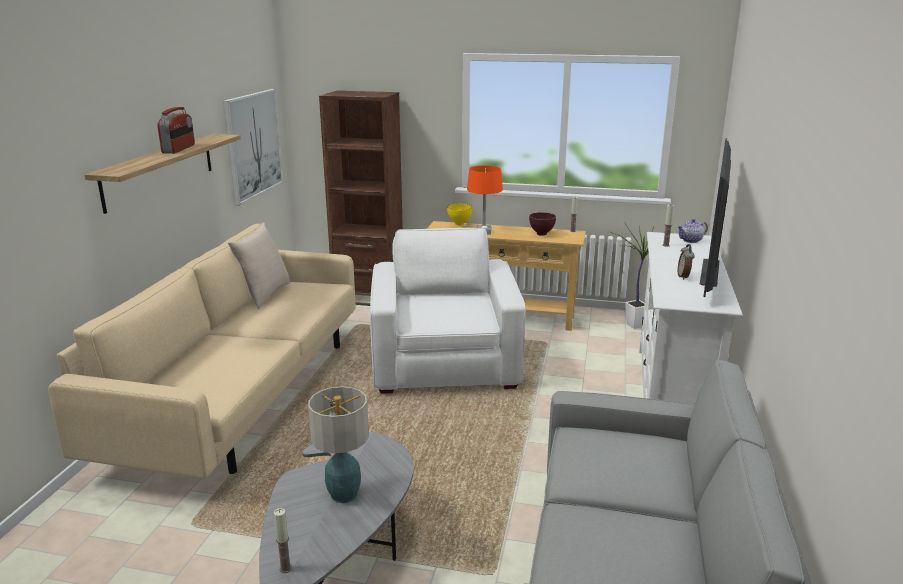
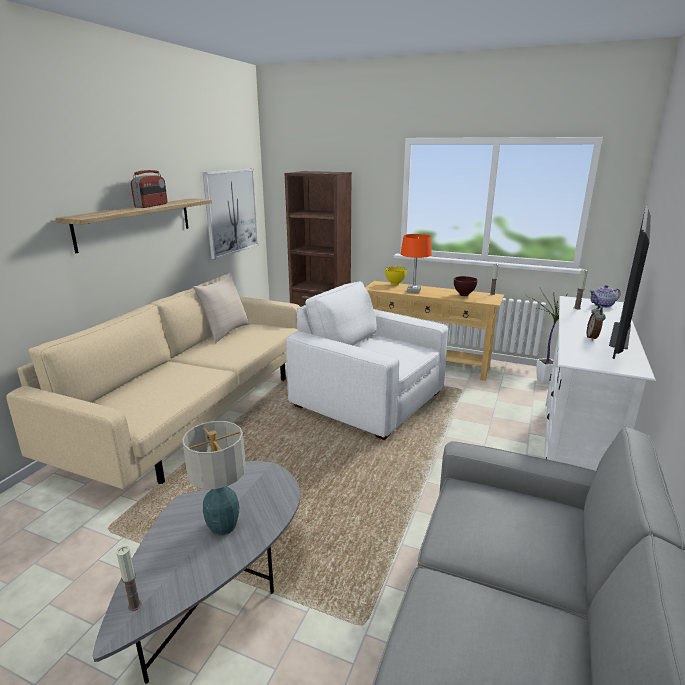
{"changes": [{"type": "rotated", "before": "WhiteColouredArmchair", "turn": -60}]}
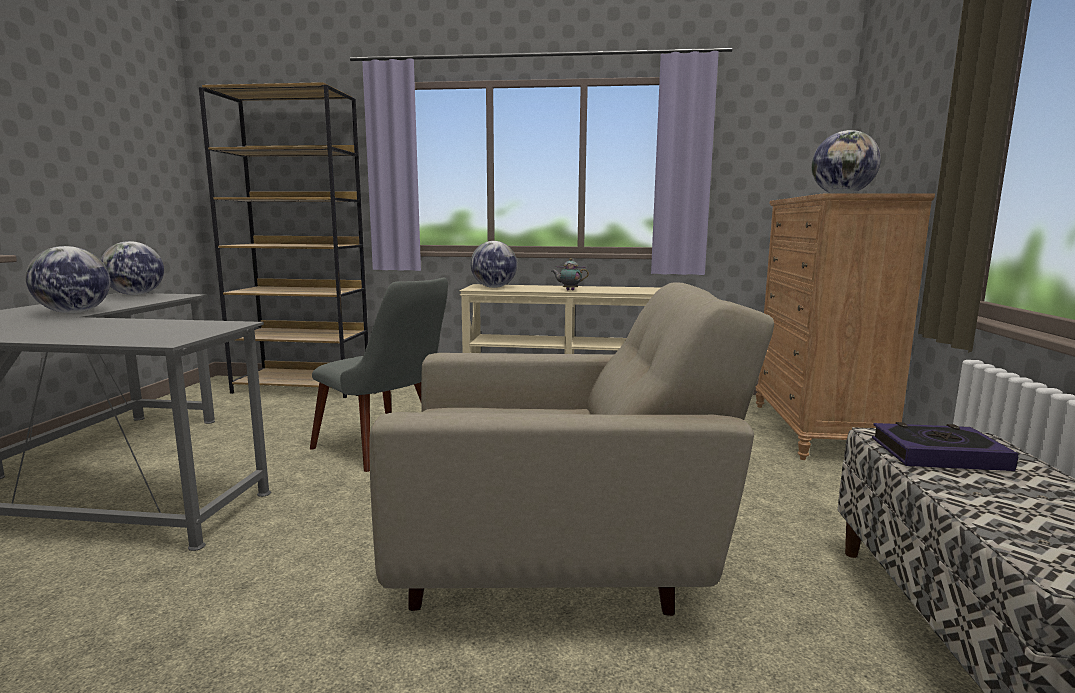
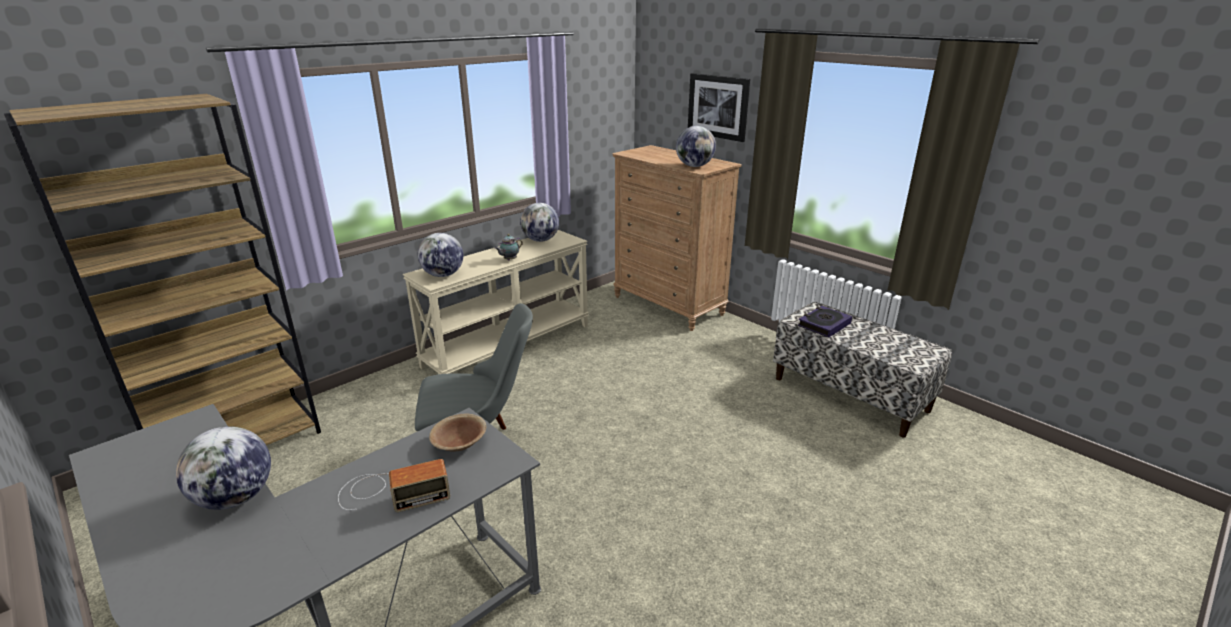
{"changes": [{"type": "new", "after": "RadioReceiver"}, {"type": "new", "after": "BrownServingBowl"}, {"type": "shifted", "before": "WorldGlobe (no. 2 from left in the first image)", "after": "WorldGlobe (no. 3 from left)"}, {"type": "new", "after": "WallPicture"}, {"type": "gone", "before": "BeigeColouredArmchair"}]}
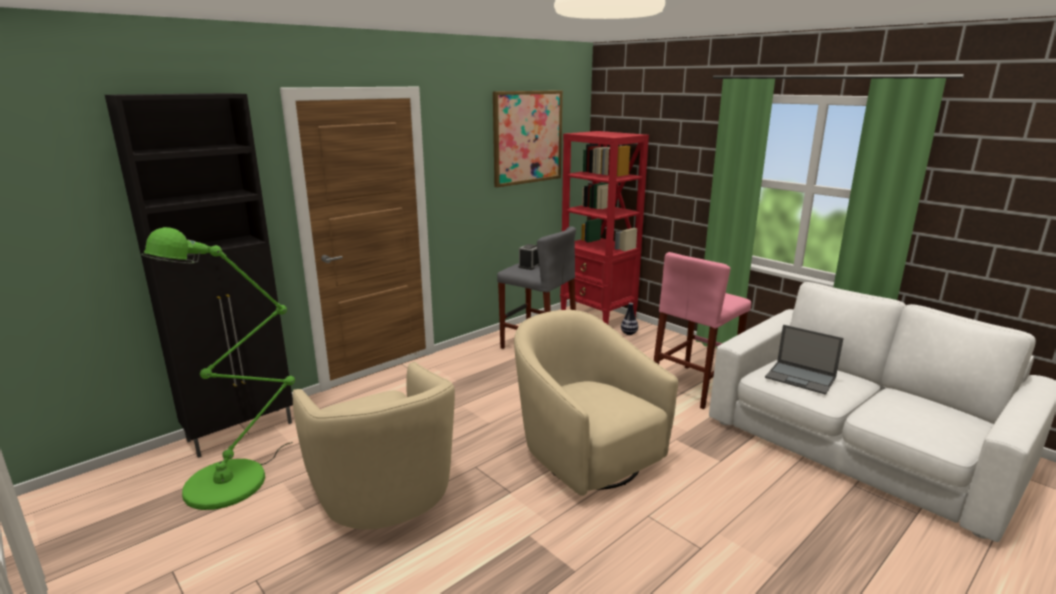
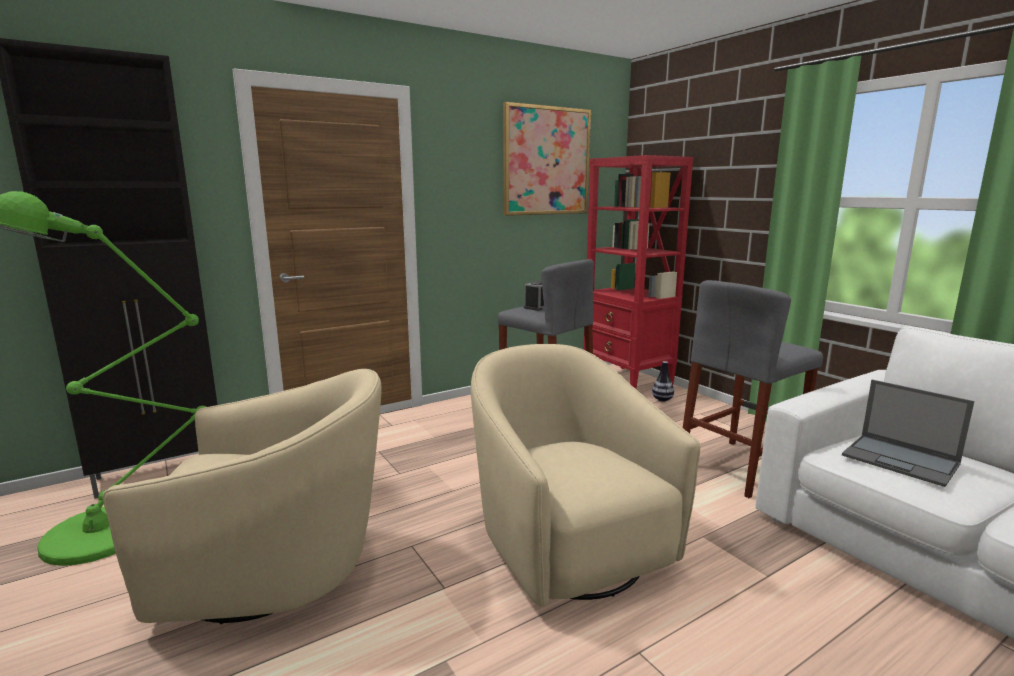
{"changes": [{"type": "rotated", "before": "BeigeColouredArmchair (no. 1 from left)", "turn": -75}, {"type": "repainted", "before": "PinkStool", "after": "GrayStool (no. 2 from left)"}]}
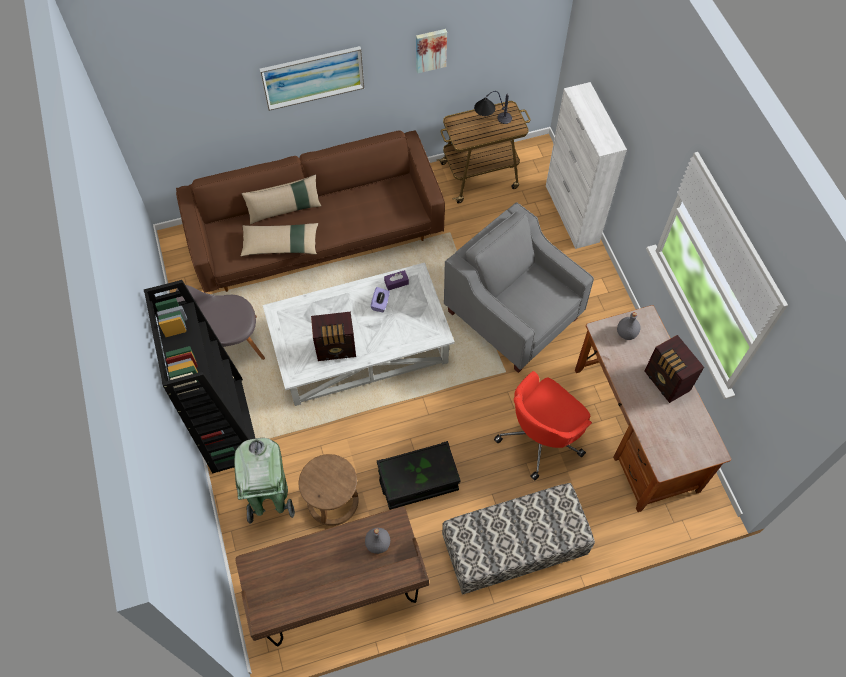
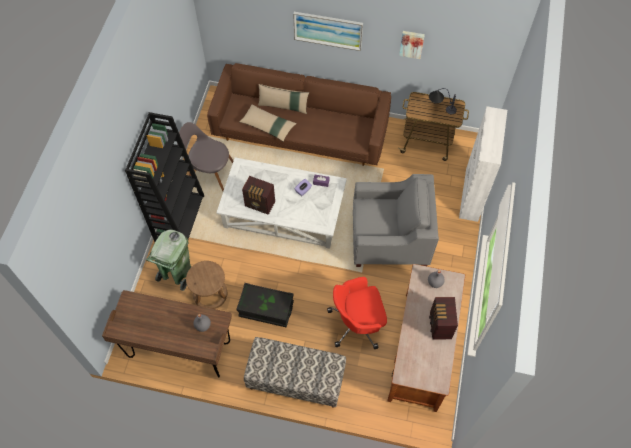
{"changes": [{"type": "rotated", "before": "GrayArmchair", "turn": 105}]}
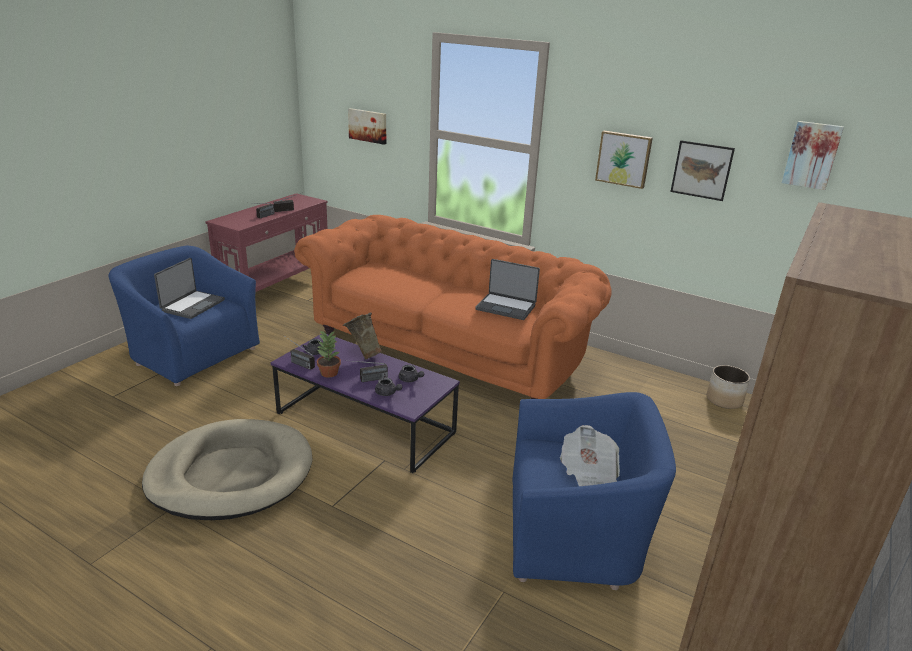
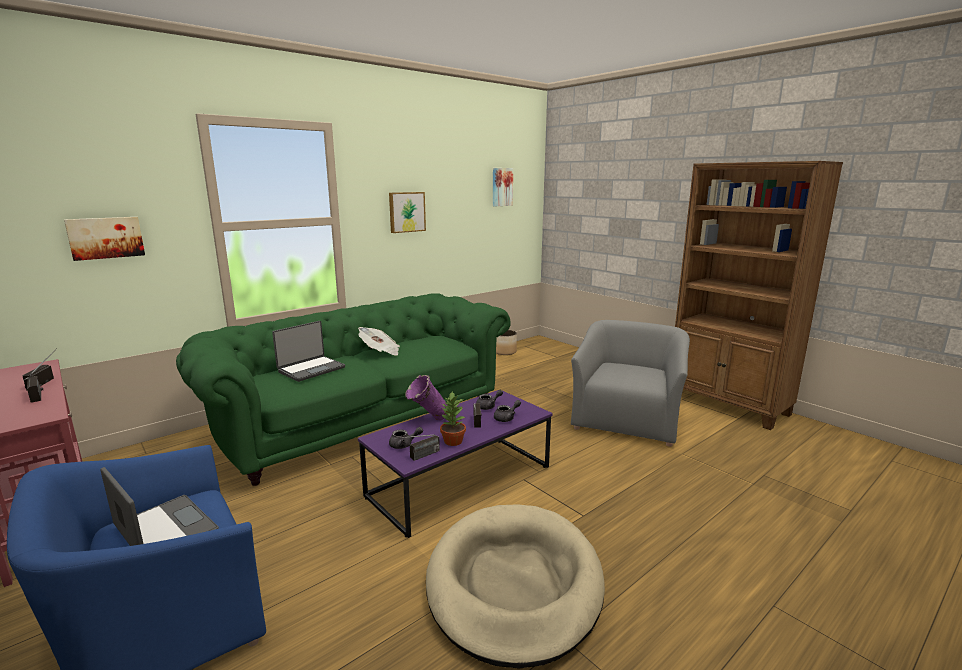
{"changes": [{"type": "repainted", "before": "OrangeCouch", "after": "GreenCouch"}, {"type": "shifted", "before": "PortableComputer (no. 2 from left)"}, {"type": "shifted", "before": "PrintedPaper"}, {"type": "repainted", "before": "BeigeColouredDecorativeVase", "after": "PurpleDecorativeVase"}, {"type": "repainted", "before": "BluishArmchair (no. 2 from left)", "after": "GrayArmchair"}, {"type": "gone", "before": "WallPicture (no. 3 from left)"}]}
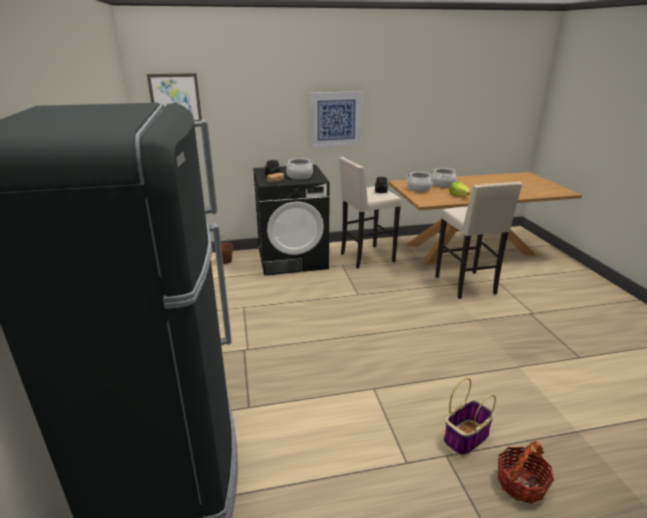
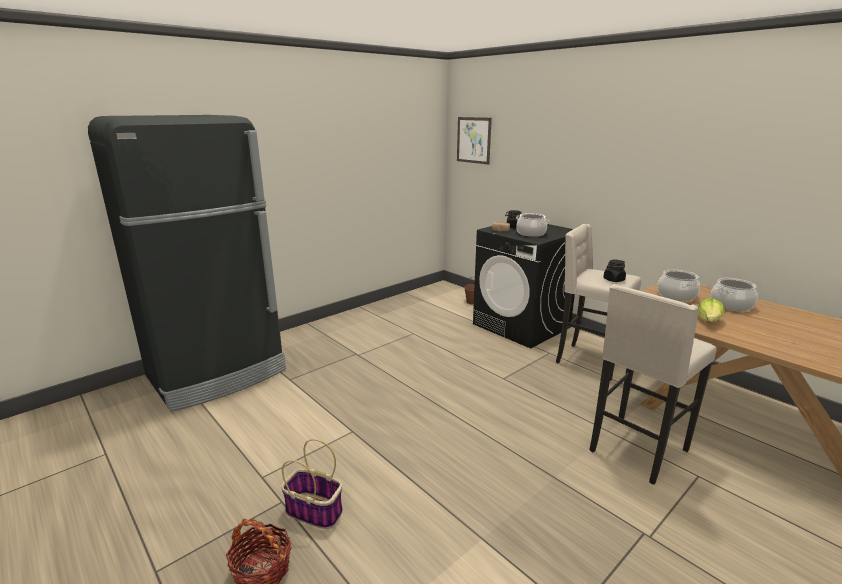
{"changes": [{"type": "gone", "before": "WallPicture (no. 2 from left)"}]}
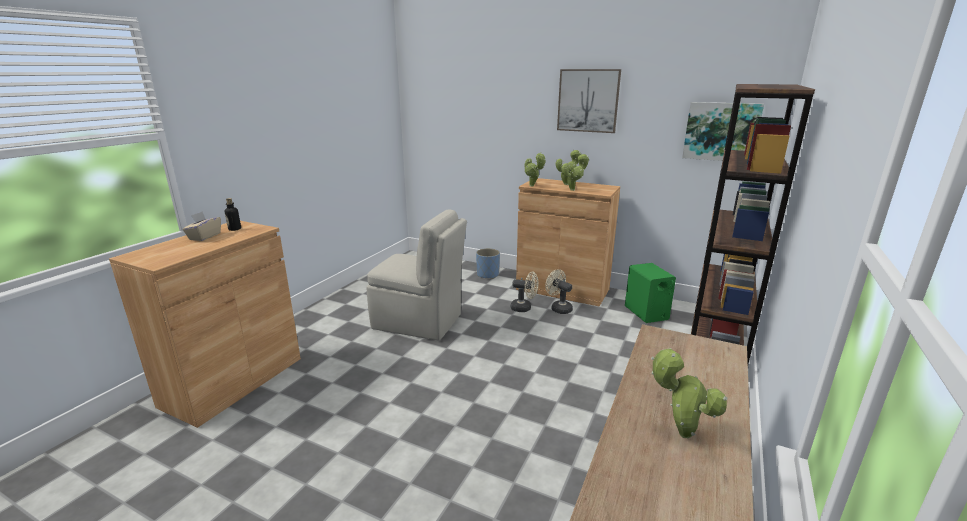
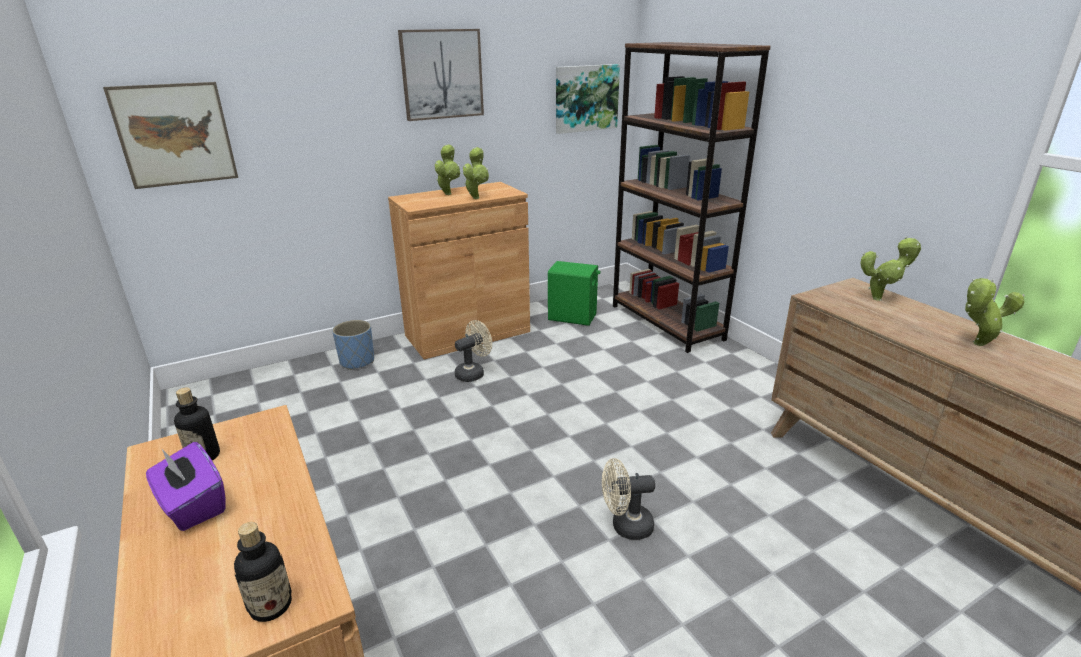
{"changes": [{"type": "new", "after": "WallPicture (no. 1 from left)"}, {"type": "repainted", "before": "BeigeColouredTissueBox", "after": "PurpleTissueBox"}, {"type": "new", "after": "BeverageBottle (no. 2 from left)"}, {"type": "shifted", "before": "BeigeColouredElectricFan (no. 2 from left)"}, {"type": "shifted", "before": "PottedPlant (no. 1 from left in the first image)", "after": "PottedPlant (no. 3 from left)"}, {"type": "gone", "before": "BeigeColouredPlainChair"}]}
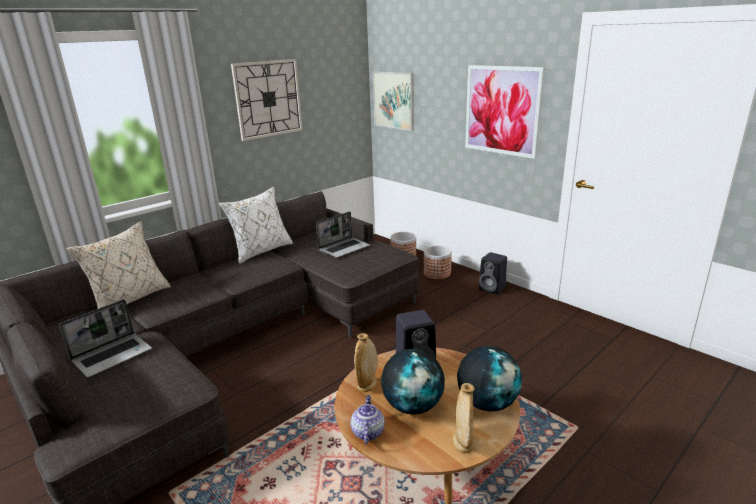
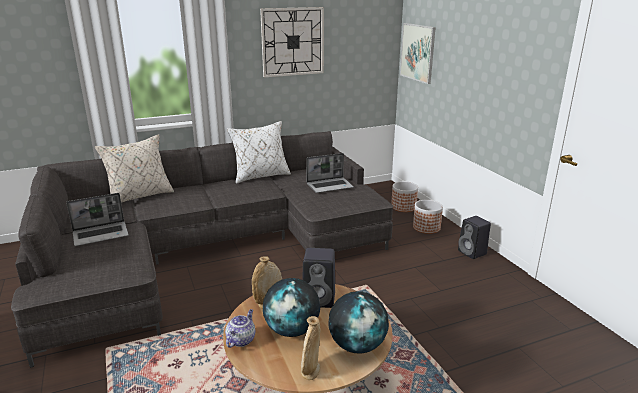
{"changes": [{"type": "gone", "before": "WallPicture (no. 2 from left)"}]}
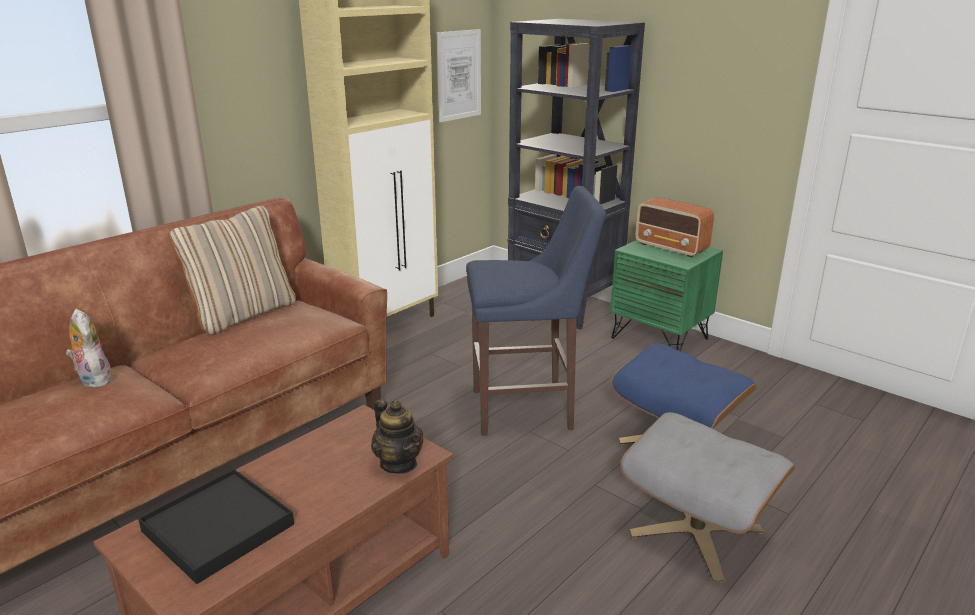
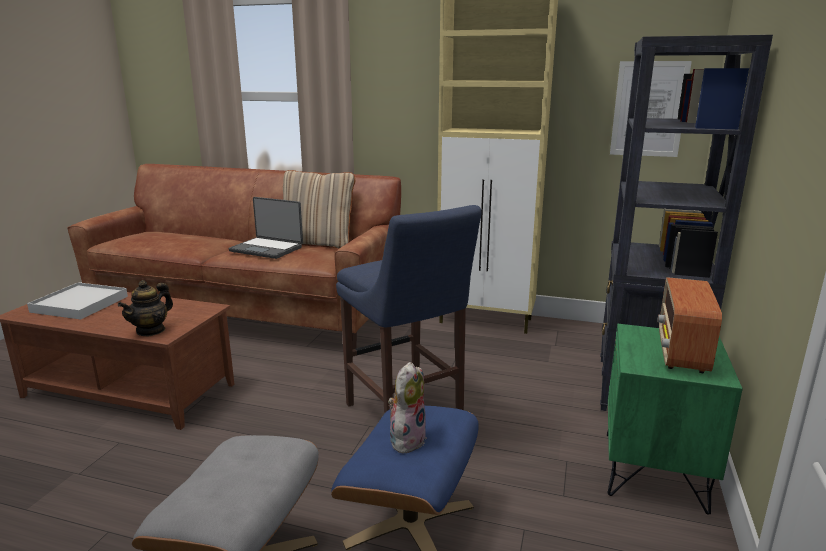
{"changes": [{"type": "repainted", "before": "BlackColouredCarryingTray", "after": "WhiteColouredCarryingTray"}, {"type": "new", "after": "PortableComputer"}, {"type": "shifted", "before": "SoftToy"}]}
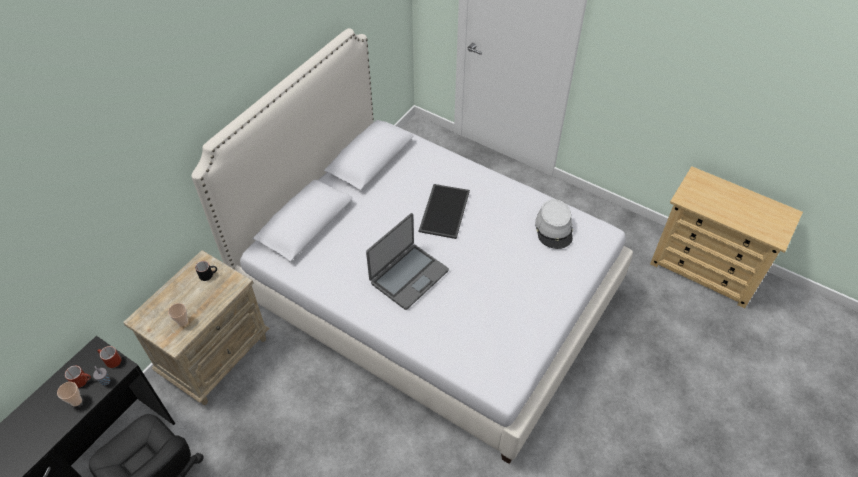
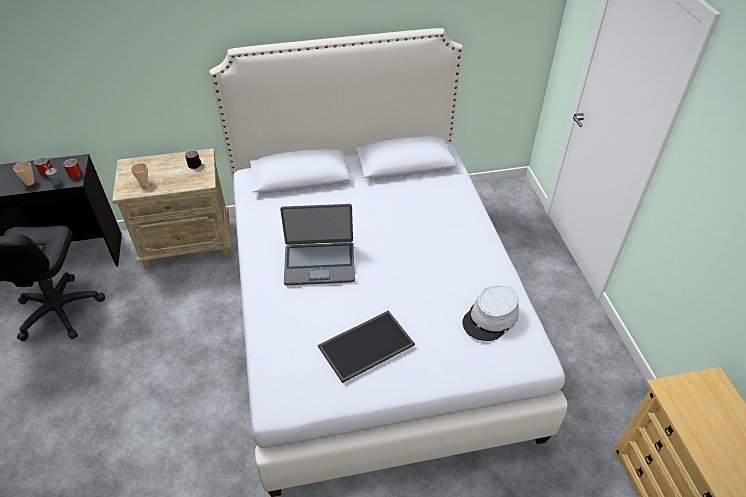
{"changes": [{"type": "shifted", "before": "CarryingTray"}]}
